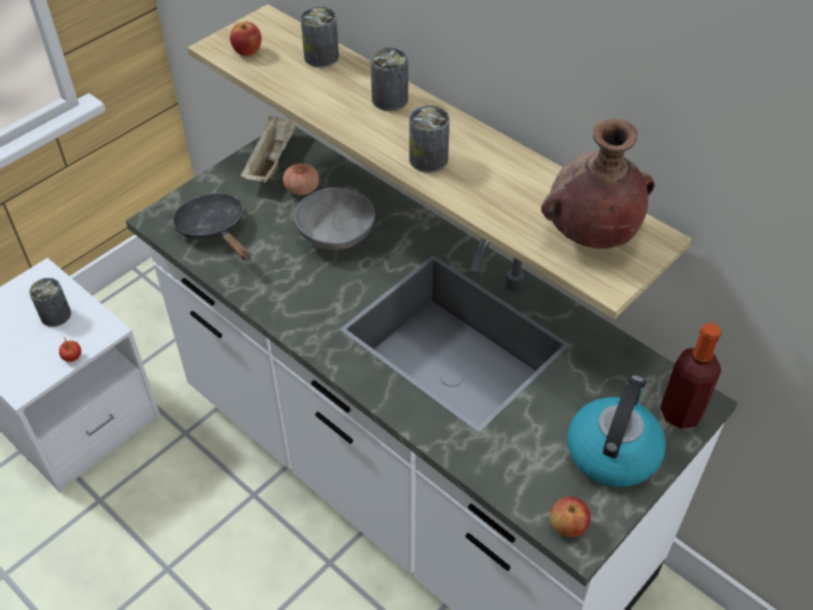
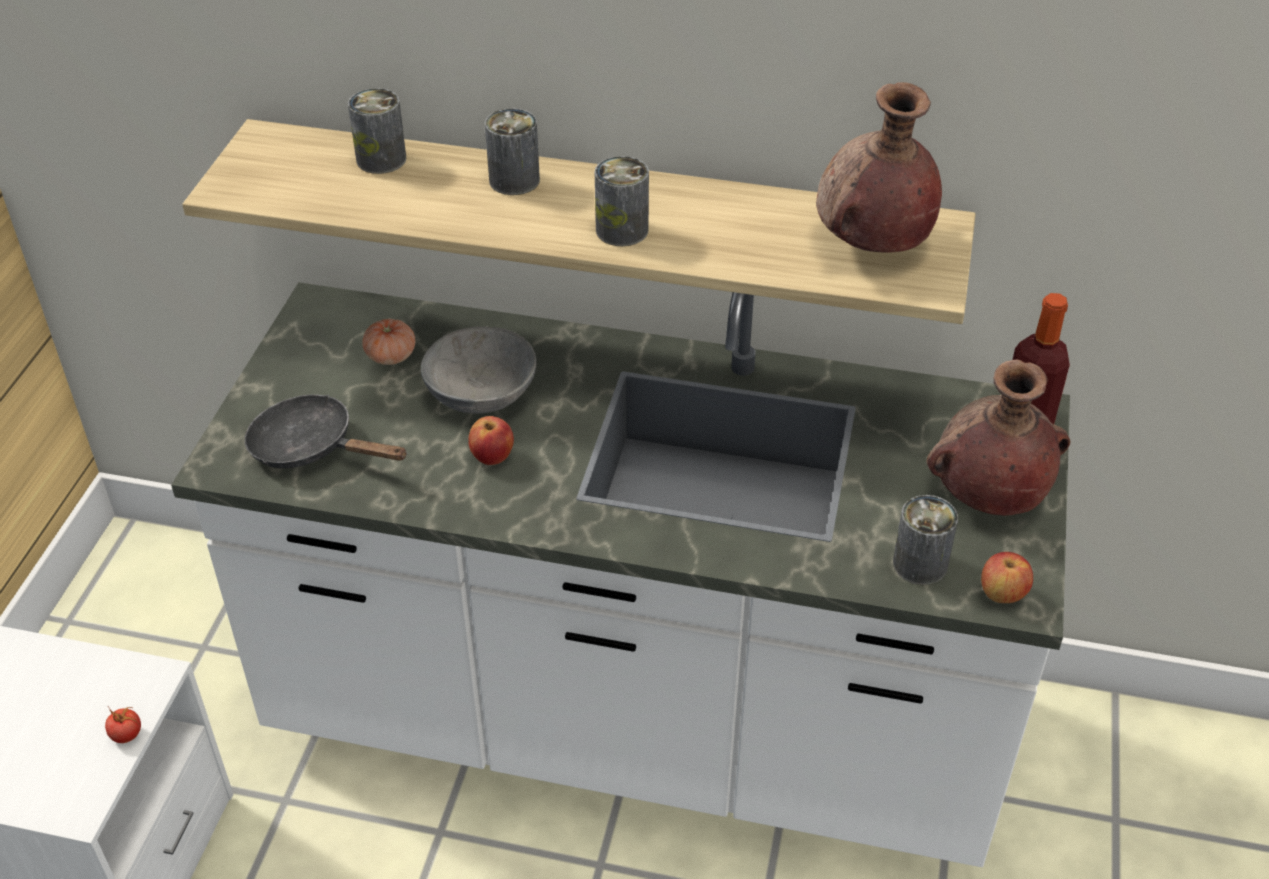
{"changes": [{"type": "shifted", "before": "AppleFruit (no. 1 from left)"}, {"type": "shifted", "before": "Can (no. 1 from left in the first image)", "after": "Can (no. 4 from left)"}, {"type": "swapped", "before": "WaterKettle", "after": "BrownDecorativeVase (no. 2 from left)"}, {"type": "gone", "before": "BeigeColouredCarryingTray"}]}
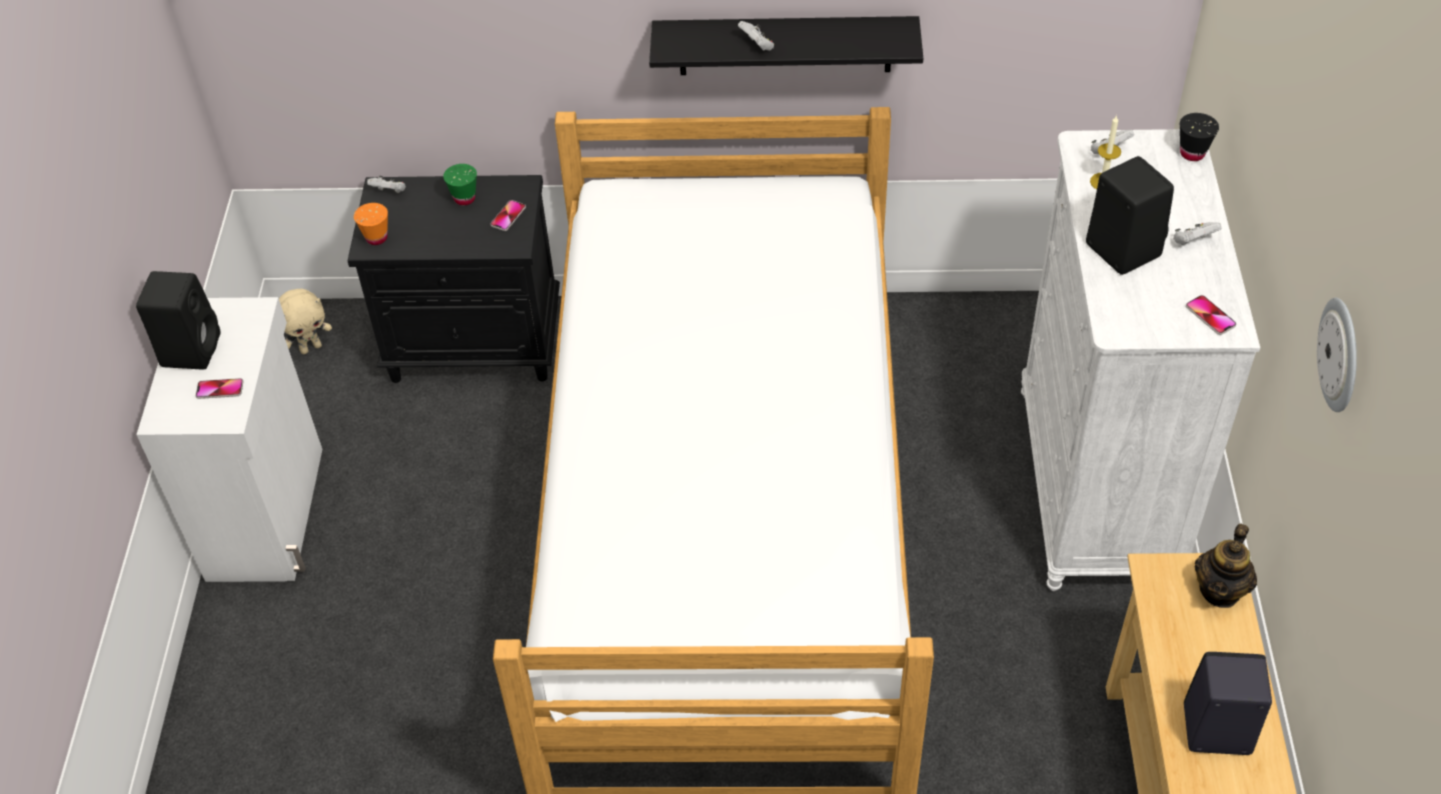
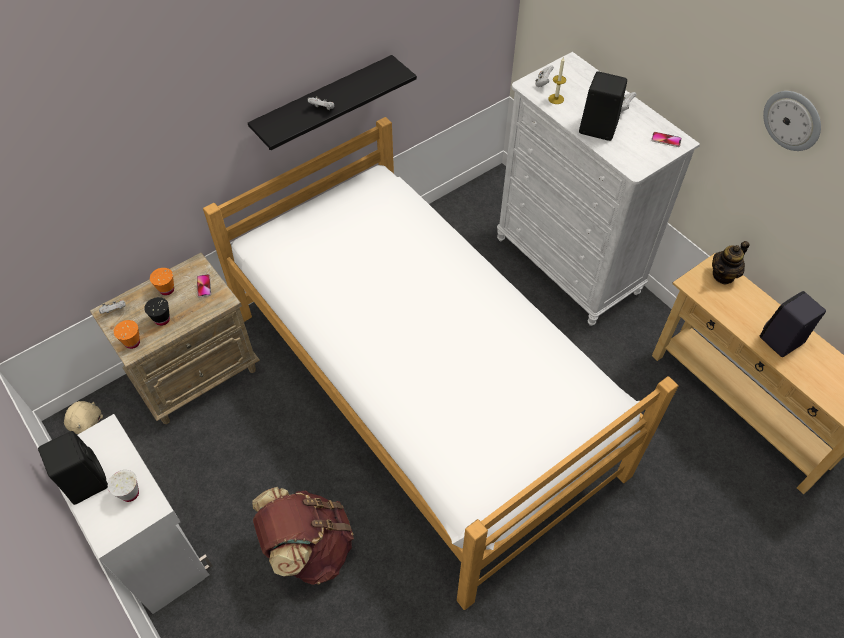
{"changes": [{"type": "repainted", "before": "BlackColouredNightTable", "after": "BeigeColouredNightTable"}, {"type": "swapped", "before": "Telephone (no. 1 from left)", "after": "WhiteColouredDrinkingCup"}, {"type": "shifted", "before": "BlackColouredDrinkingCup"}, {"type": "repainted", "before": "GreenDrinkingCup", "after": "OrangeDrinkingCup (no. 2 from left)"}, {"type": "new", "after": "BrownBackpack"}, {"type": "rotated", "before": "TeaPot", "turn": 60}]}
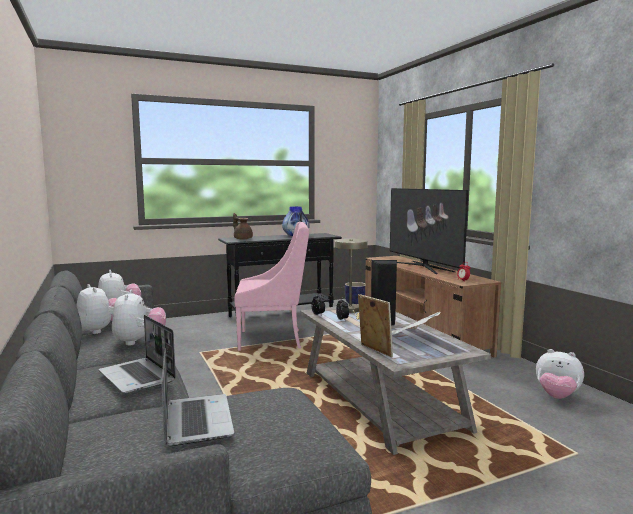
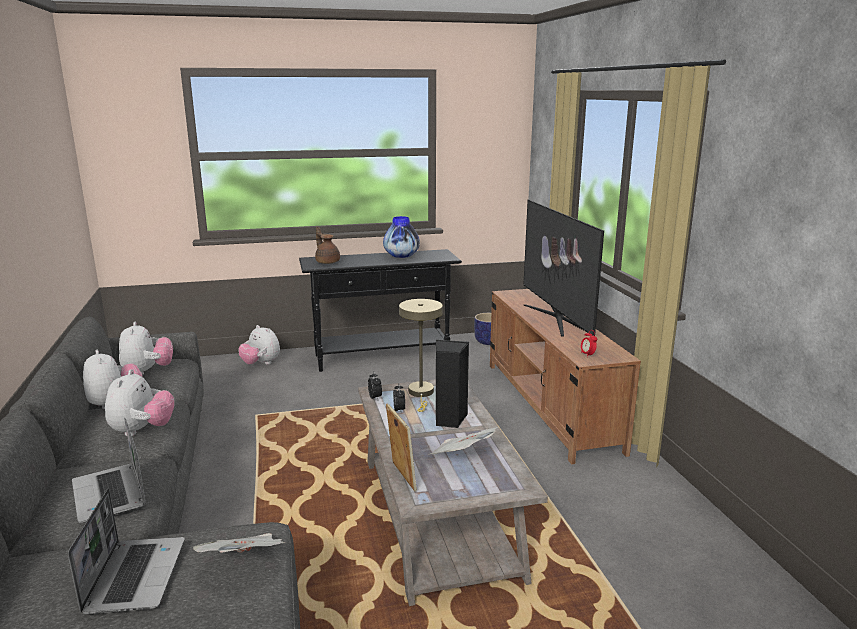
{"changes": [{"type": "new", "after": "PrintedPaper (no. 1 from left)"}, {"type": "shifted", "before": "SoftToy (no. 4 from left)"}, {"type": "gone", "before": "PinkArmchair"}]}
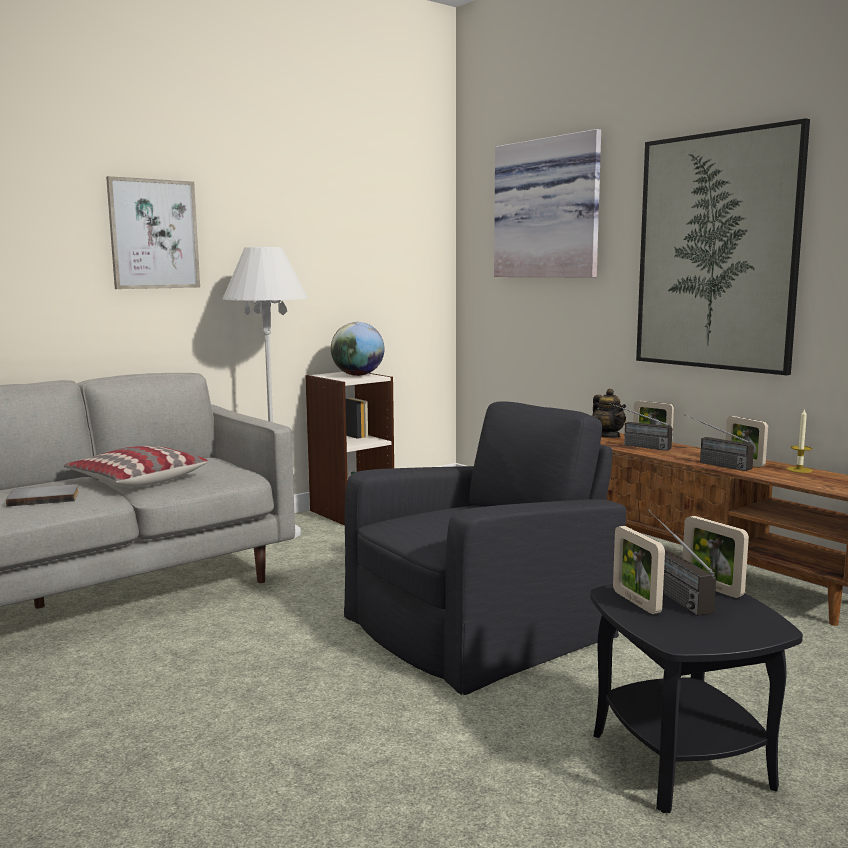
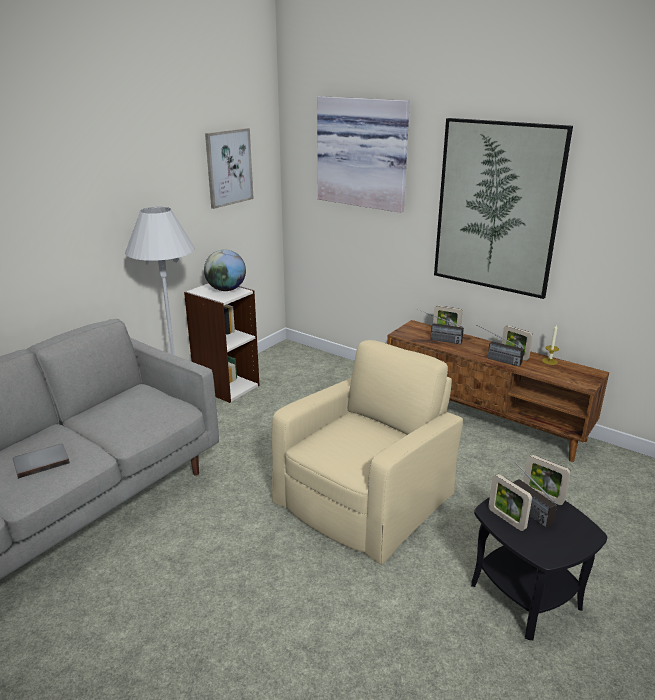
{"changes": [{"type": "shifted", "before": "WallPicture (no. 1 from left)"}, {"type": "repainted", "before": "BlackColouredArmchair", "after": "BeigeColouredArmchair"}, {"type": "gone", "before": "ThrowPillow"}, {"type": "gone", "before": "TeaPot"}]}
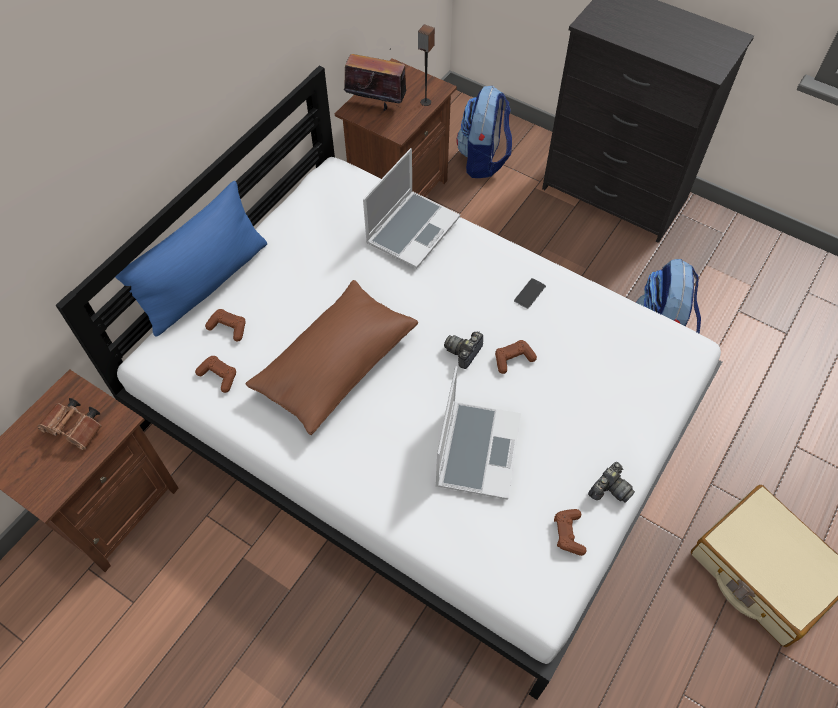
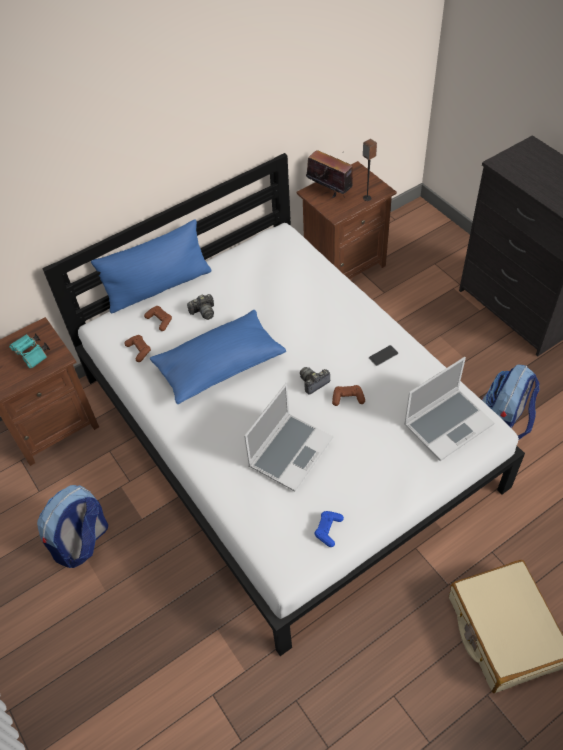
{"changes": [{"type": "repainted", "before": "BrownPairOfBinoculars", "after": "BlueGreenPairOfBinoculars"}, {"type": "shifted", "before": "Backpack (no. 1 from left)"}, {"type": "repainted", "before": "BrownThrowPillow", "after": "BluishThrowPillow (no. 2 from left)"}, {"type": "shifted", "before": "PhotoCamera (no. 2 from left in the first image)", "after": "PhotoCamera (no. 1 from left)"}, {"type": "repainted", "before": "BrownGameController (no. 4 from left)", "after": "BluishGameController"}, {"type": "shifted", "before": "PortableComputer (no. 1 from left in the first image)", "after": "PortableComputer (no. 2 from left)"}]}
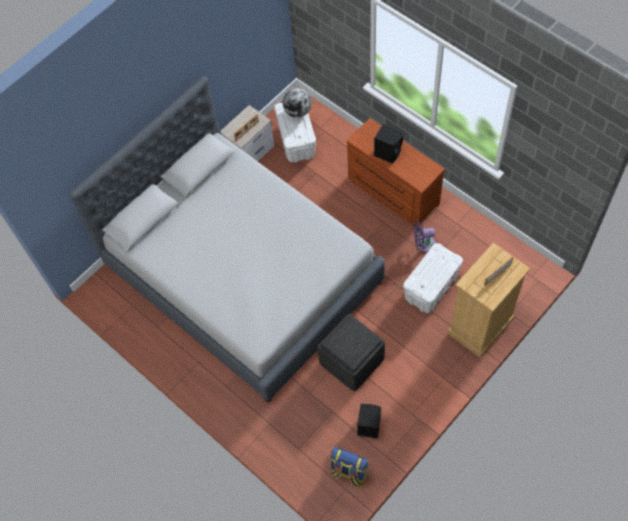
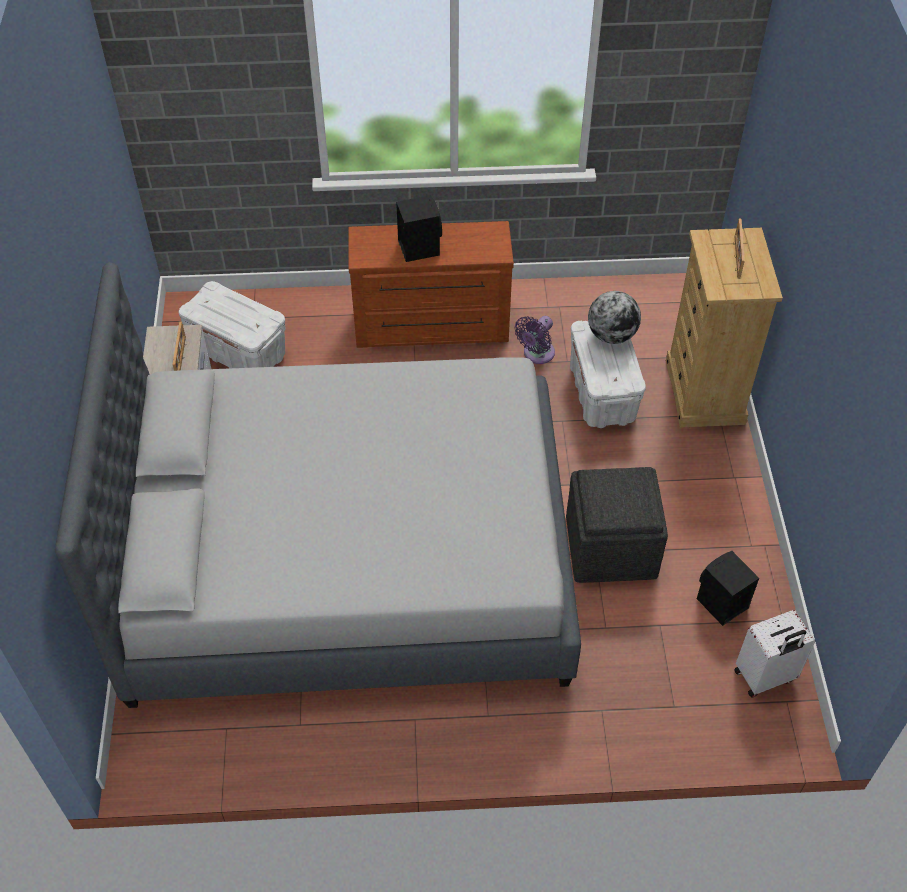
{"changes": [{"type": "shifted", "before": "WorldGlobe"}, {"type": "swapped", "before": "Backpack", "after": "WhiteColouredPieceOfLuggage"}]}
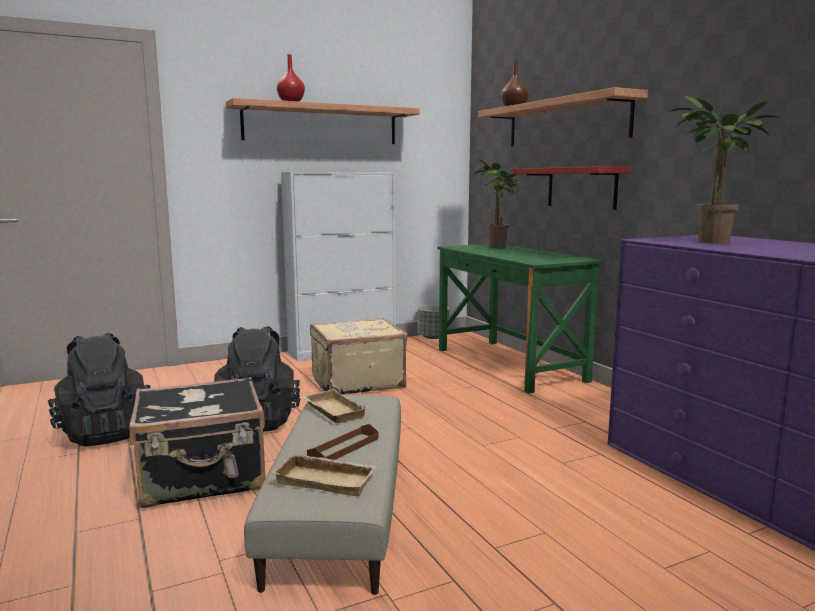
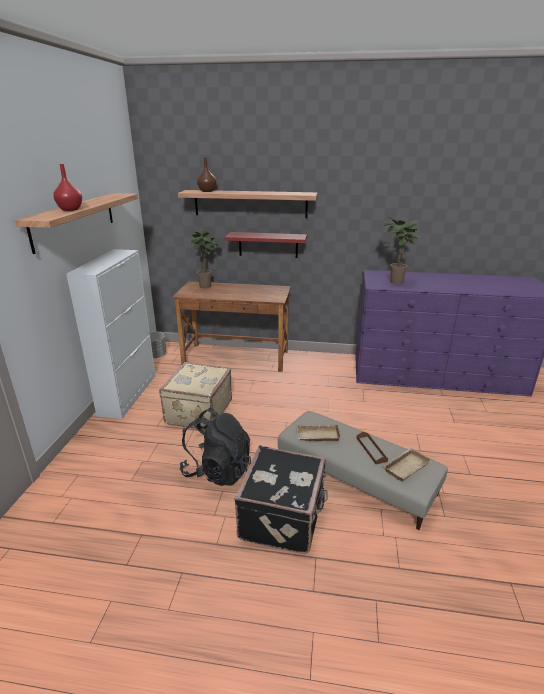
{"changes": [{"type": "repainted", "before": "GreenDeskTable", "after": "BrownDeskTable"}, {"type": "gone", "before": "BlackColouredBackpack (no. 1 from left)"}]}
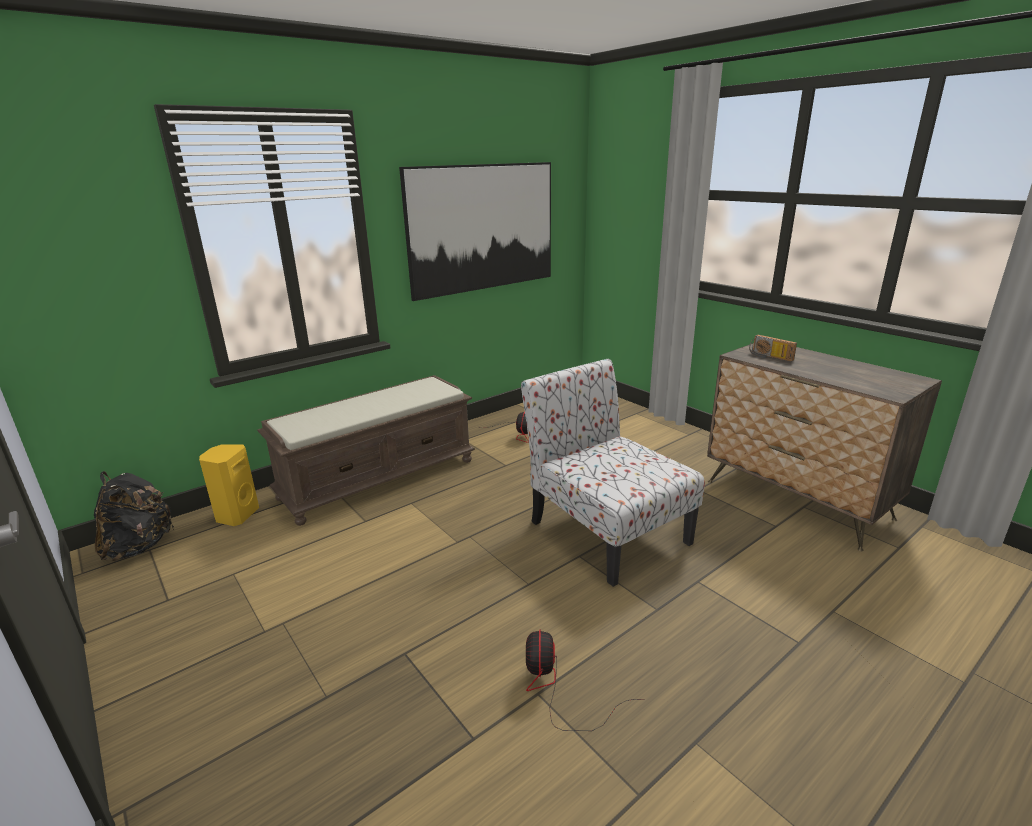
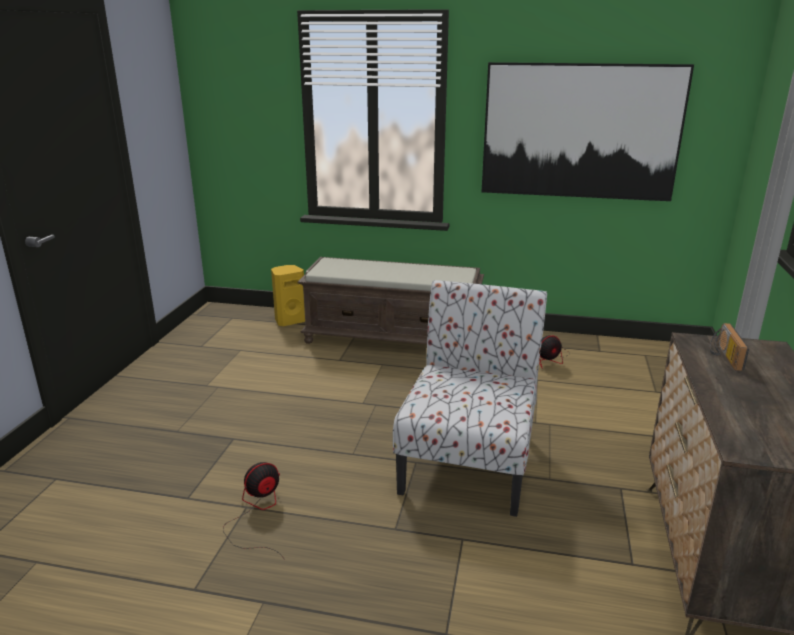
{"changes": [{"type": "gone", "before": "BlackColouredBackpack"}]}
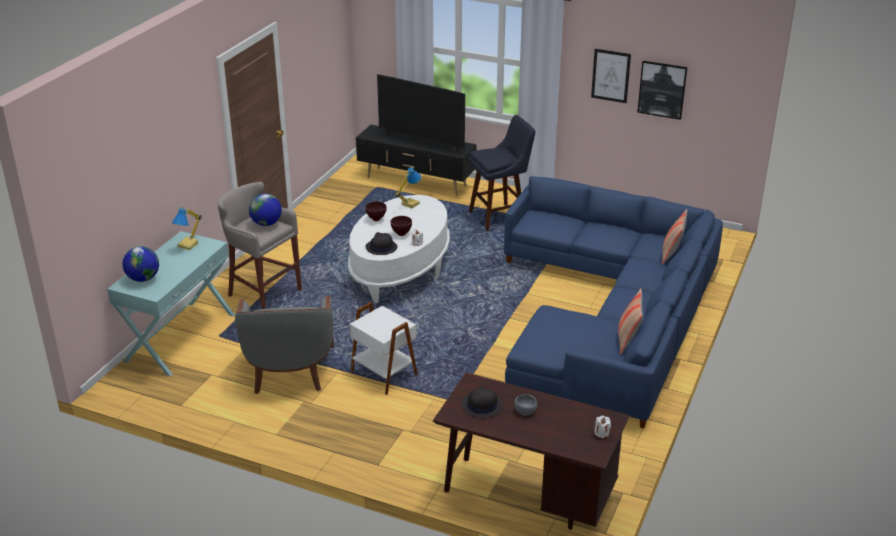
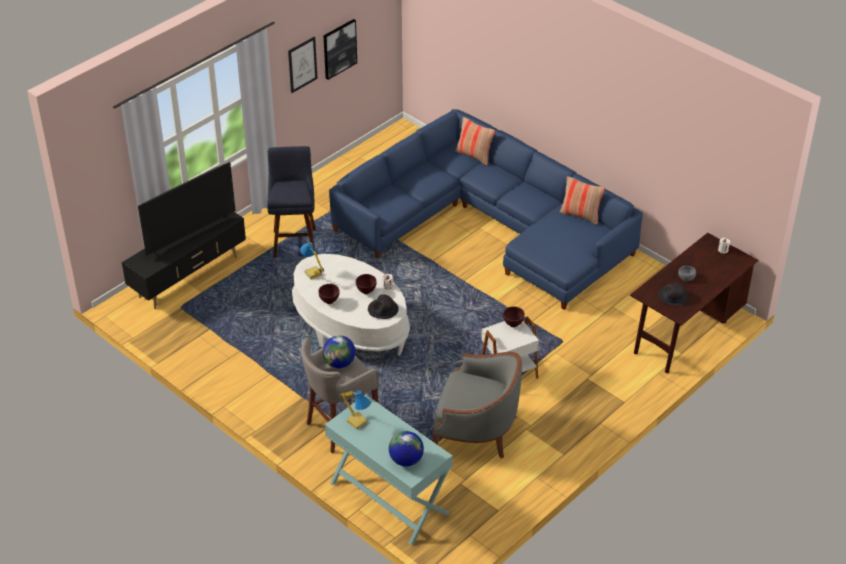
{"changes": [{"type": "new", "after": "BrownServingBowl (no. 3 from left)"}]}
